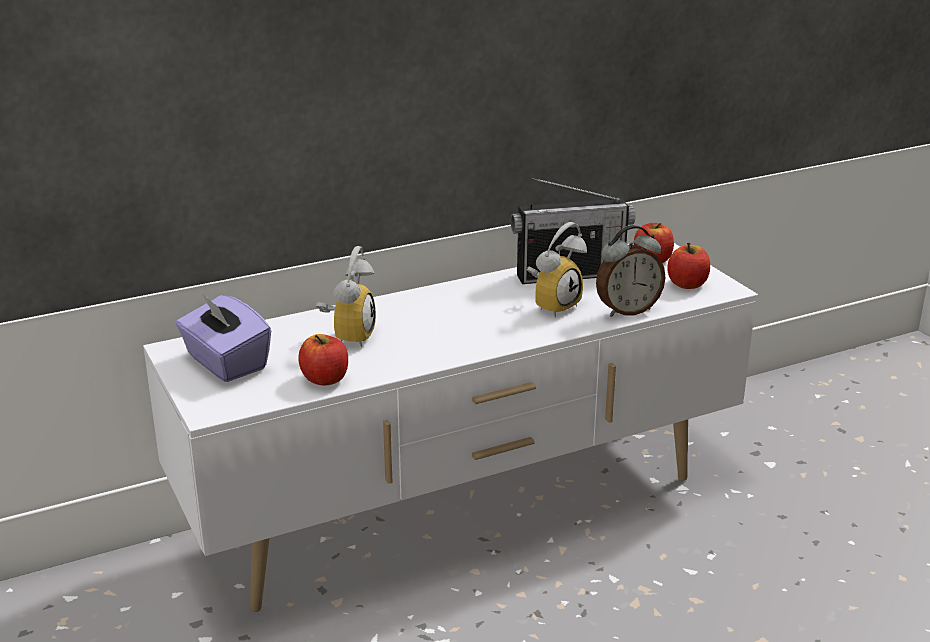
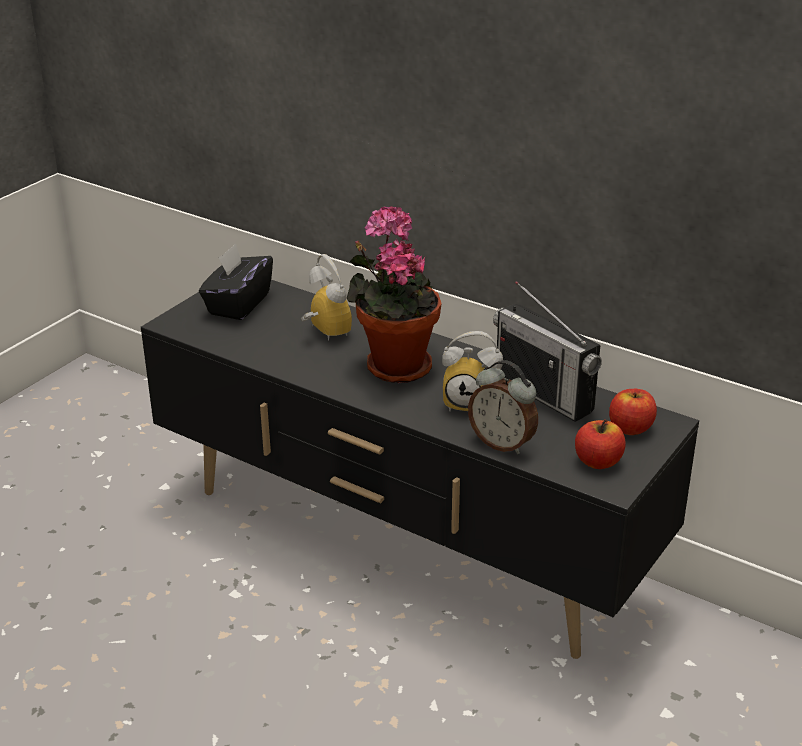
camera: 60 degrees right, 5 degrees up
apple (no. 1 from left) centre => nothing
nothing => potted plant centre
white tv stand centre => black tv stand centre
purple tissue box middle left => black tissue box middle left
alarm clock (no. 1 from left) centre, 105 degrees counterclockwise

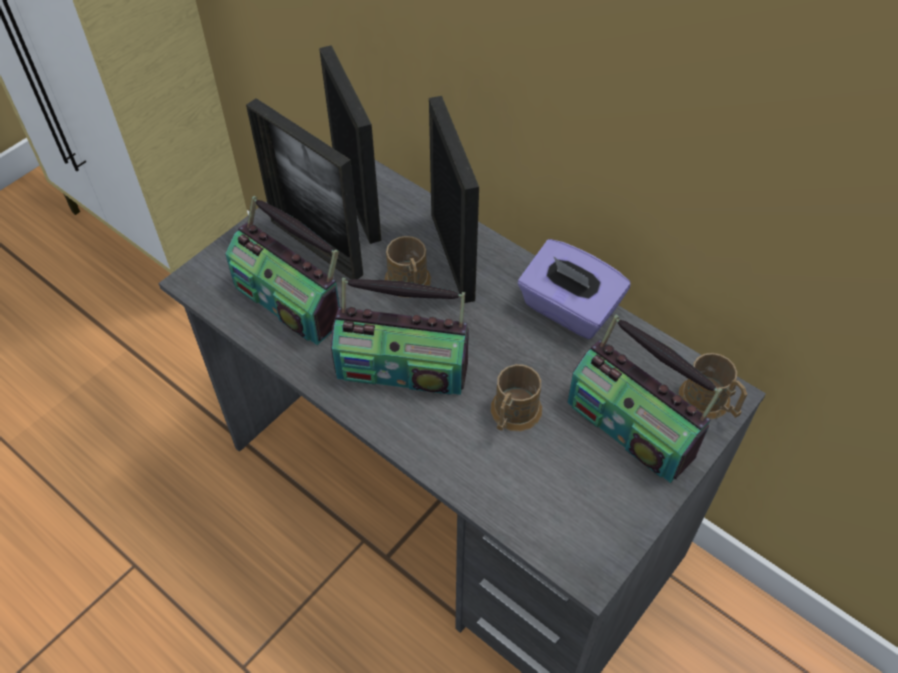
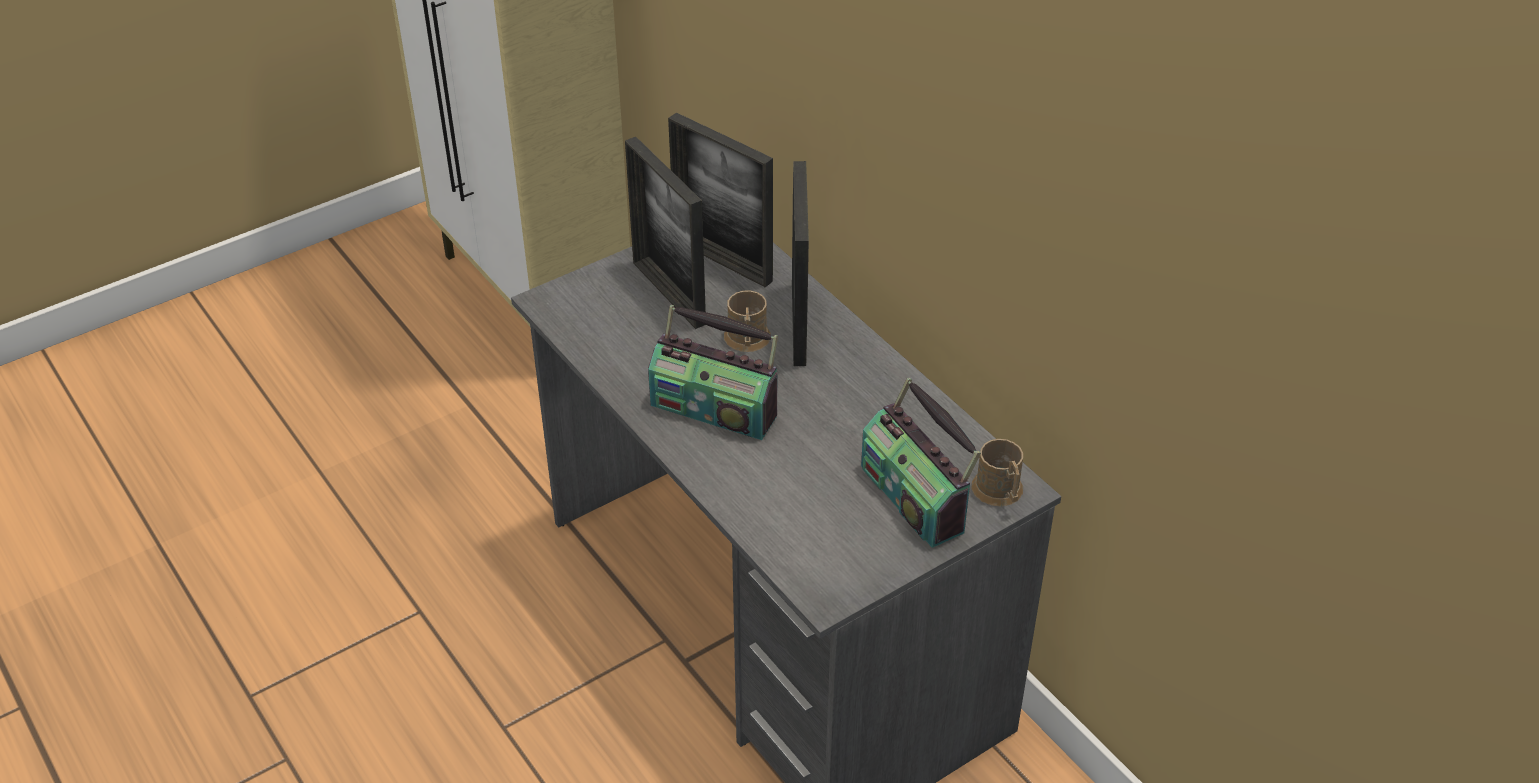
camera: 15 degrees right, 10 degrees down
radio (no. 1 from left) middle left => nothing
brown mug (no. 2 from left) centre => nothing
purple tissue box centre => nothing
picture frame (no. 2 from left) top centre, 135 degrees clockwise

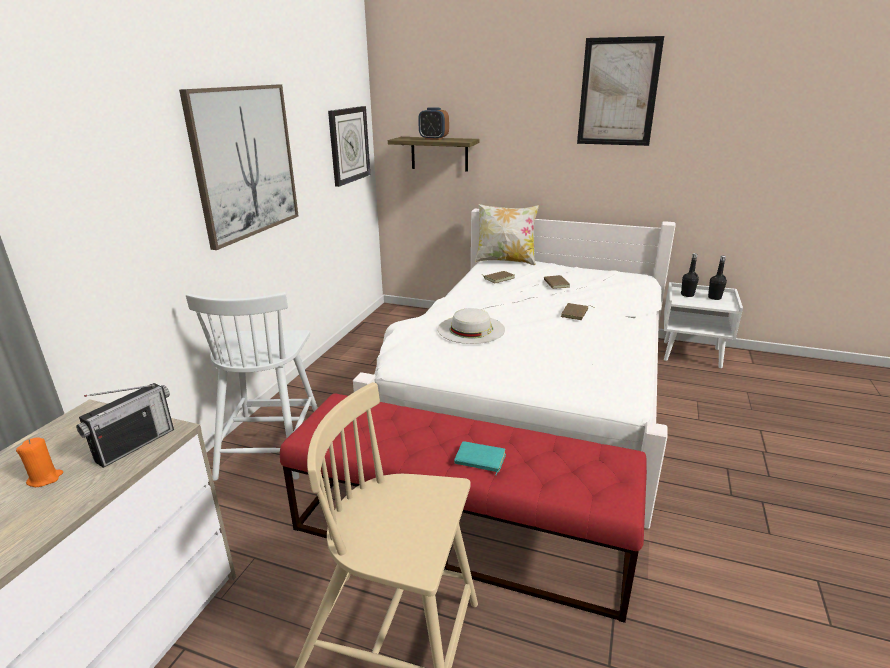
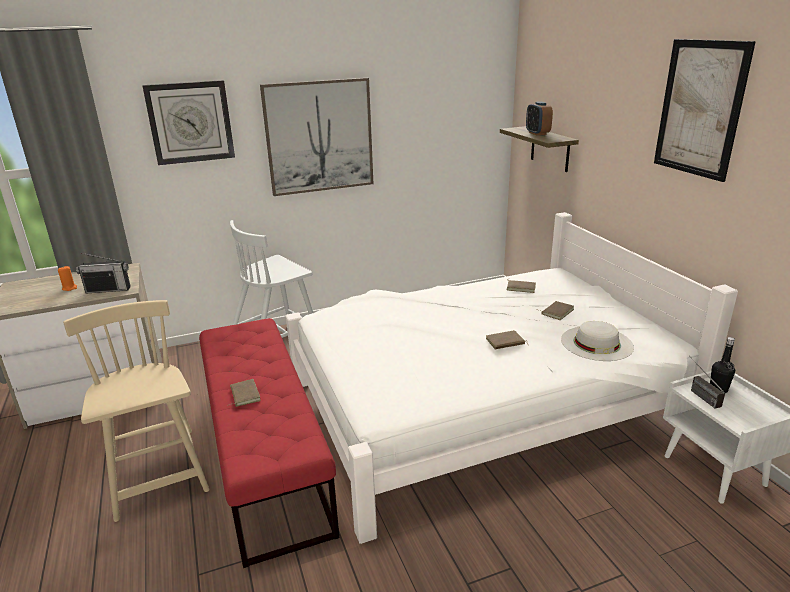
camera: 50 degrees right, 0 degrees up
pillow centre => nothing
black bottle (no. 2 from left) middle right => nothing
nothing => radio (no. 2 from left) middle right
wall clock top centre => wall clock top left, shifted
white hat centre => white hat middle right, shifted
turquoise book bottom centre => brown book (no. 1 from left) middle left

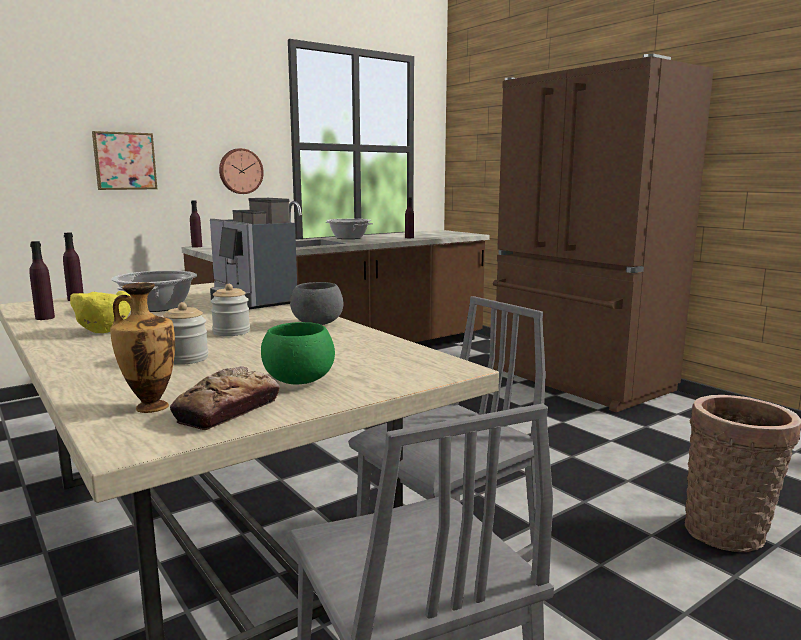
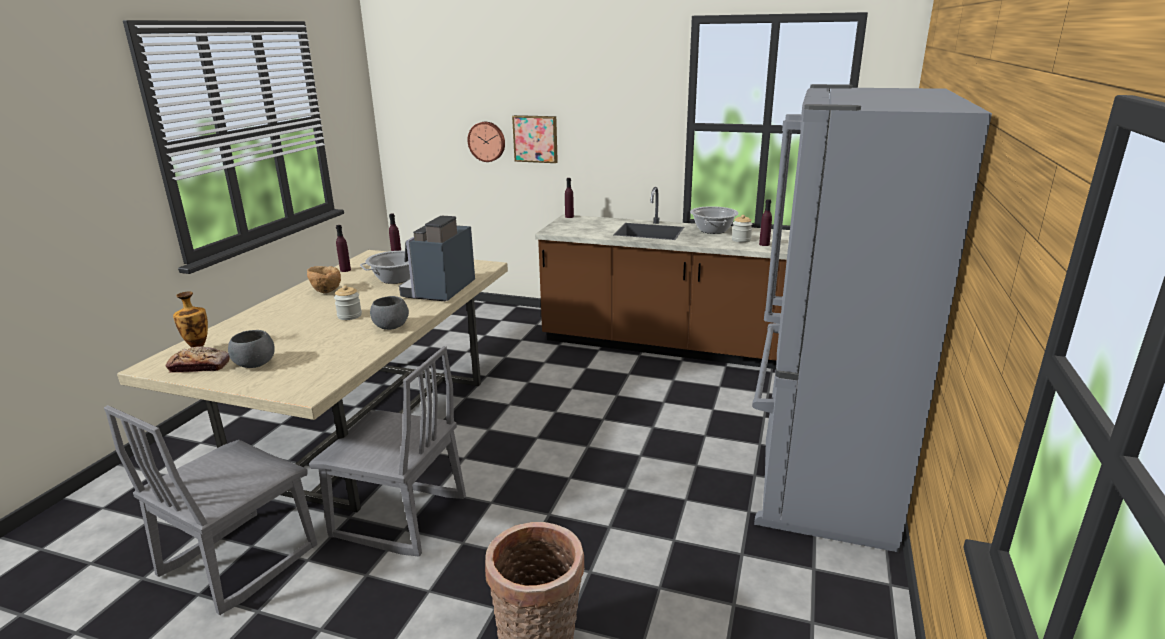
camera: 55 degrees right, 10 degrees up
jar (no. 1 from left in the first image) middle left => jar (no. 2 from left) centre, shifted
wall clock top left => wall clock top centre, shifted
yellow bowl middle left => brown bowl middle left
green bowl centre => grey bowl (no. 1 from left) middle left
brown fridge middle right => grey fridge middle right

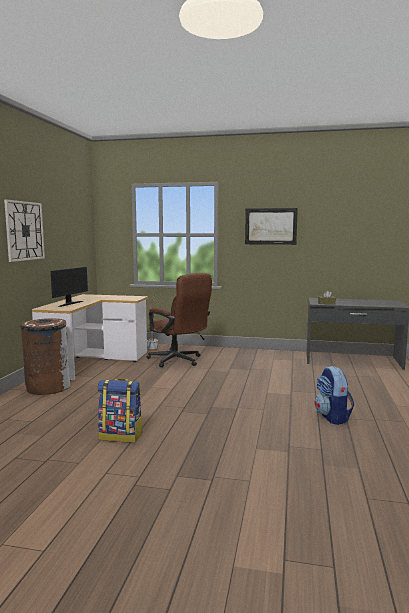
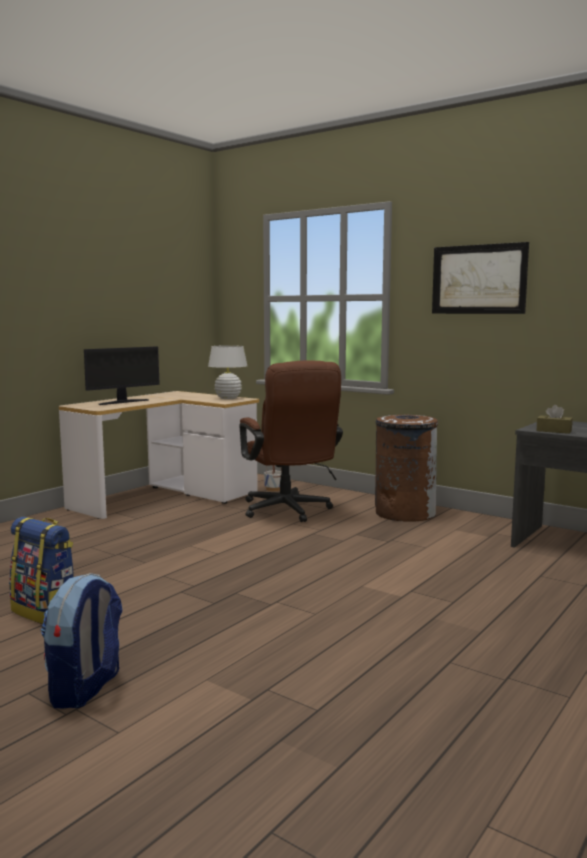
camera: 25 degrees right, 0 degrees up
wall clock middle left => nothing
nothing => white table lamp centre
brown trash can middle left => brown trash can middle right, shifted
backpack (no. 2 from left) middle right => backpack (no. 2 from left) bottom left, shifted

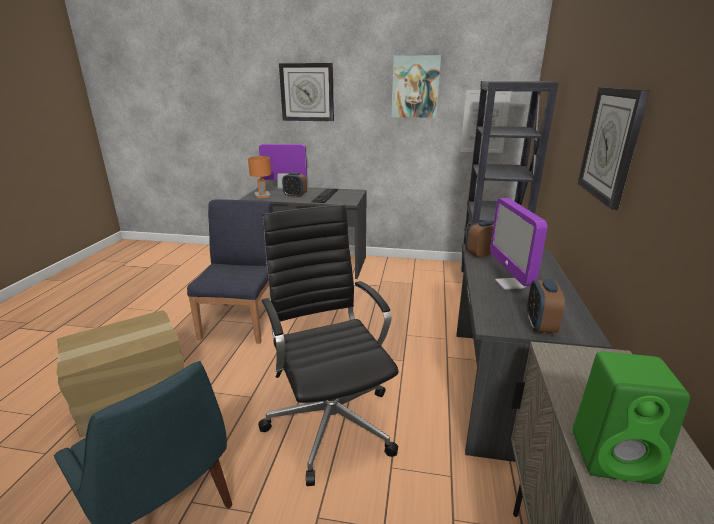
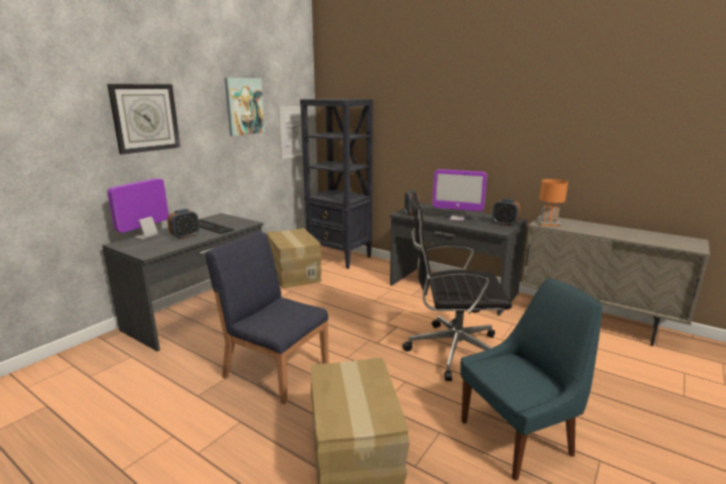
camera: 65 degrees left, 5 degrees down
green speaker bottom right => nothing
wall clock (no. 2 from left) top right => nothing
nothing => cardboard box (no. 1 from left) centre
orange table lamp centre => orange table lamp middle right, shifted

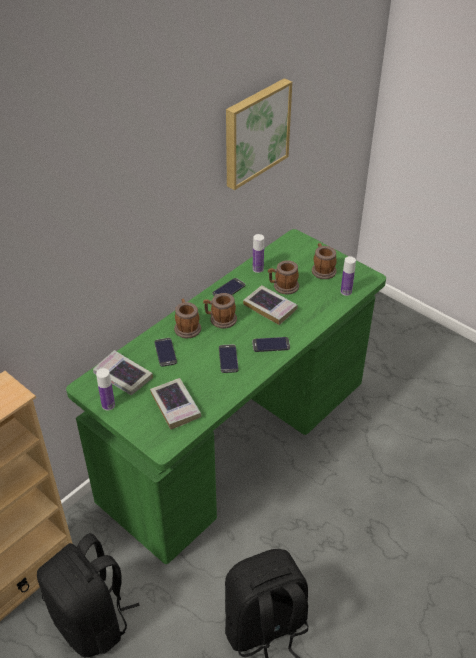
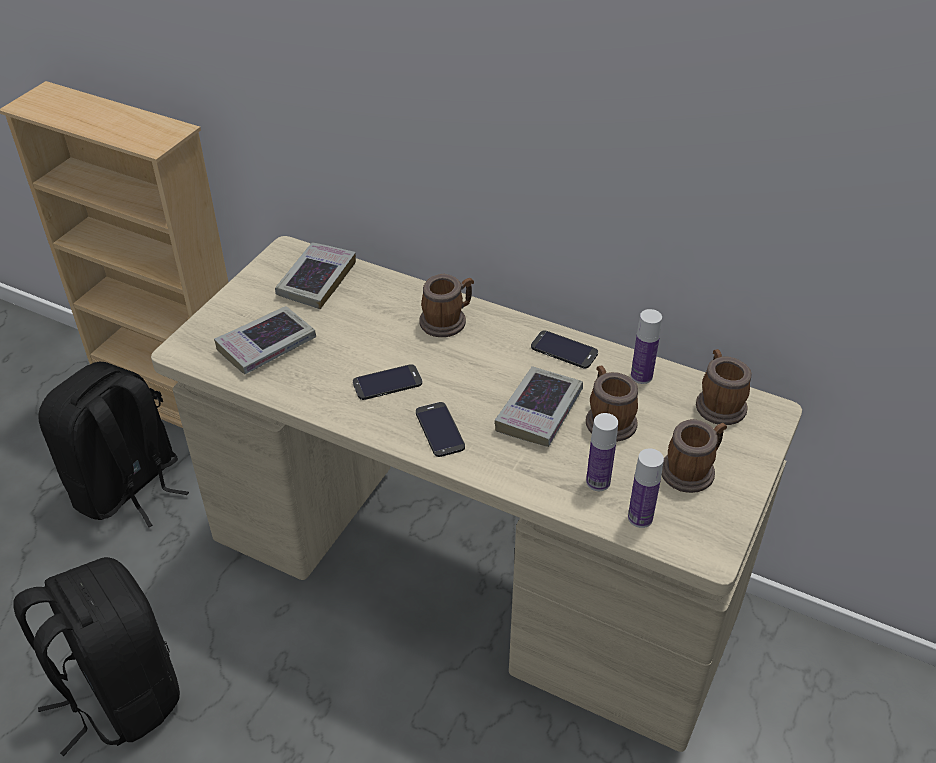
camera: 75 degrees right, 0 degrees up
phone (no. 1 from left) centre => nothing
picture top centre => nothing
bottle (no. 1 from left) middle left => bottle (no. 1 from left) centre, shifted
mug (no. 2 from left in the first image) centre => mug (no. 4 from left) middle right, shifted
green desk centre => beige desk centre

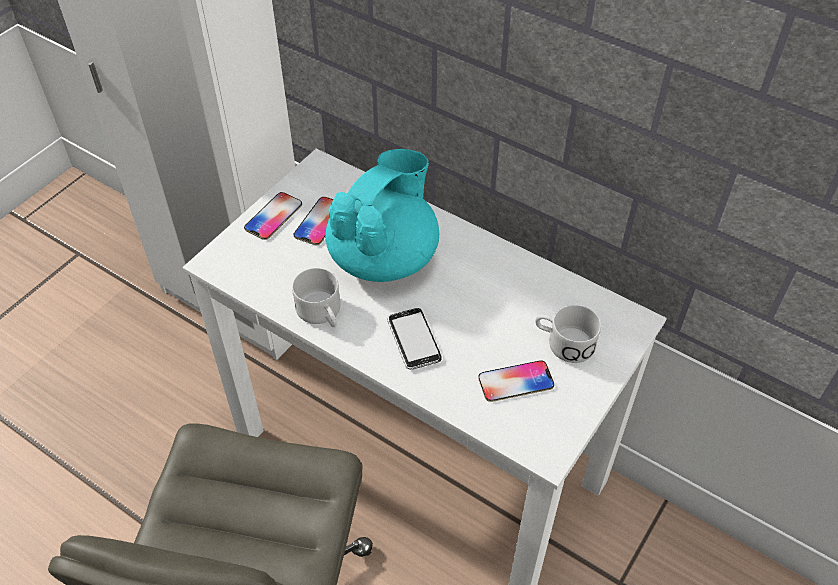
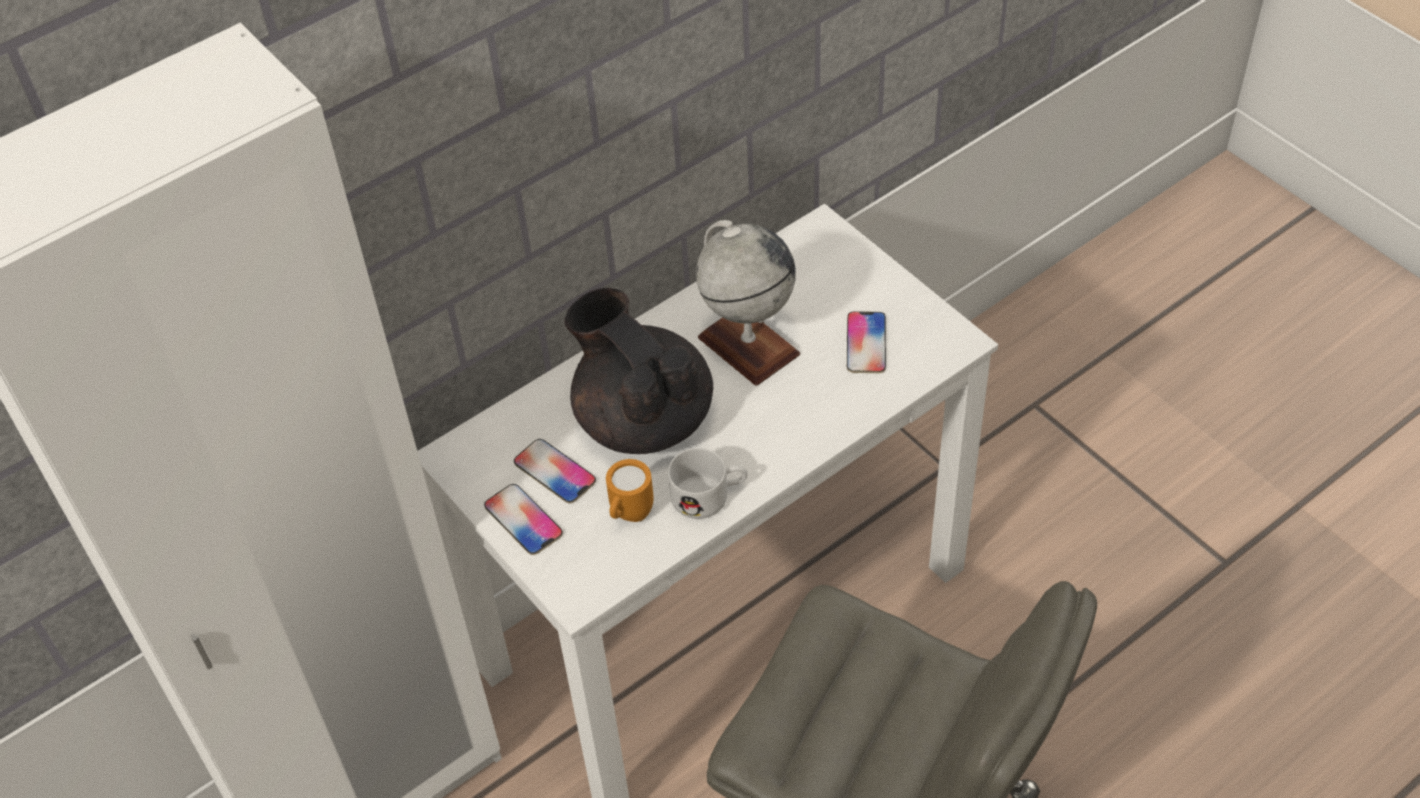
camera: 70 degrees left, 0 degrees up
phone (no. 3 from left) centre => nothing
white mug (no. 2 from left) middle right => nothing
nothing => orange mug centre
nothing => globe centre
turquoise teapot centre => black teapot centre

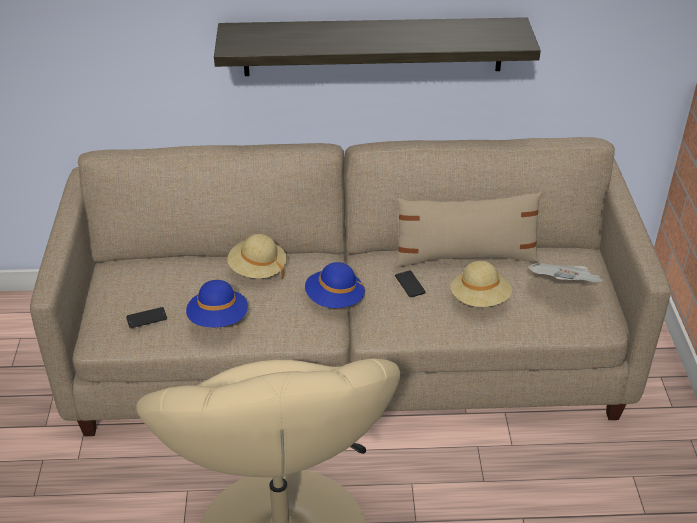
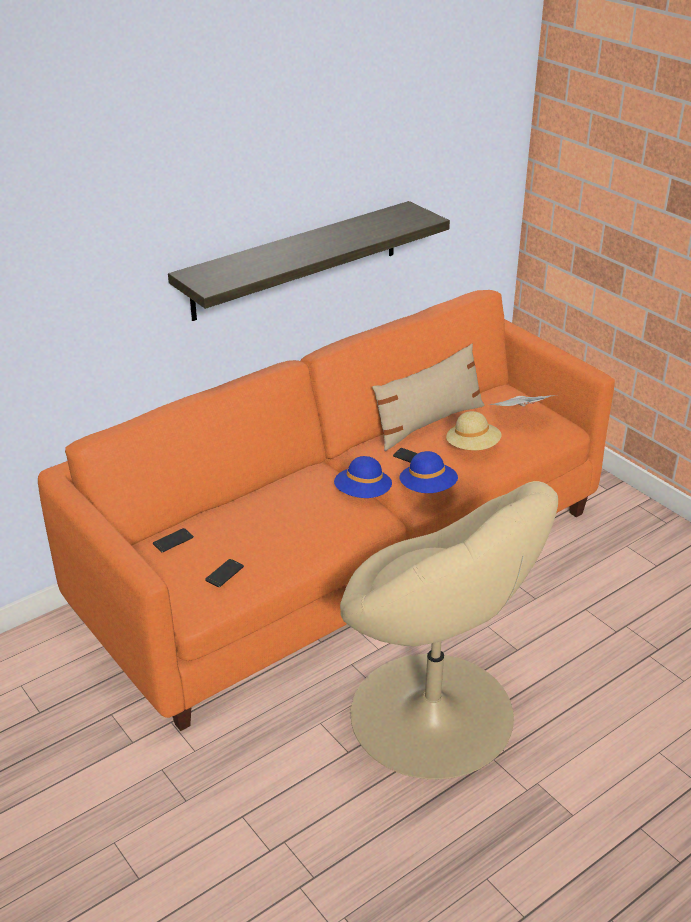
camera: 35 degrees left, 5 degrees down
beige hat (no. 1 from left) centre => nothing
nothing => phone (no. 1 from left) middle left
blue hat (no. 1 from left in the first image) middle left => blue hat (no. 2 from left) centre, shifted
beige sofa centre => orange sofa centre

